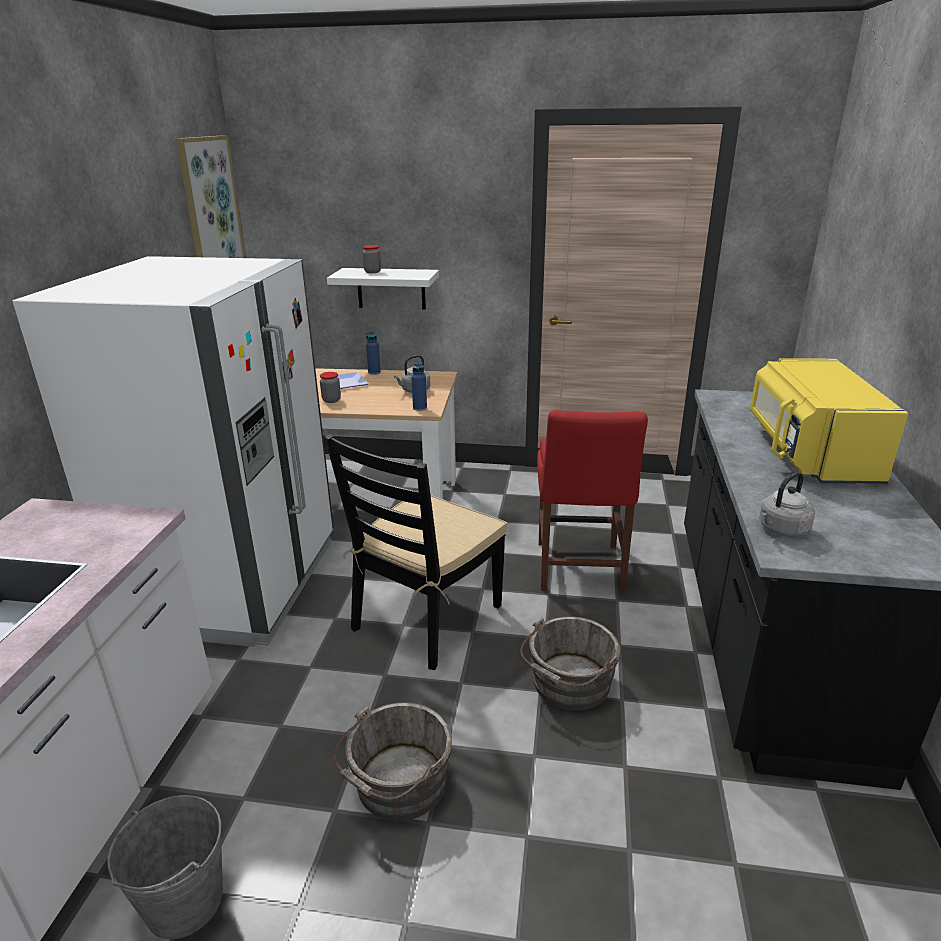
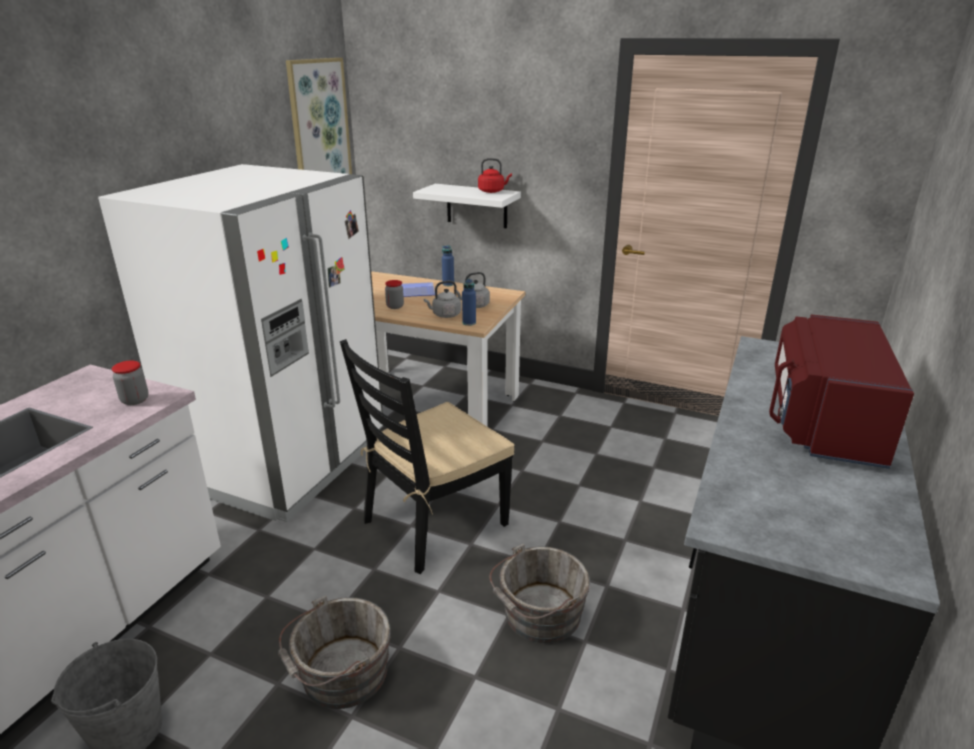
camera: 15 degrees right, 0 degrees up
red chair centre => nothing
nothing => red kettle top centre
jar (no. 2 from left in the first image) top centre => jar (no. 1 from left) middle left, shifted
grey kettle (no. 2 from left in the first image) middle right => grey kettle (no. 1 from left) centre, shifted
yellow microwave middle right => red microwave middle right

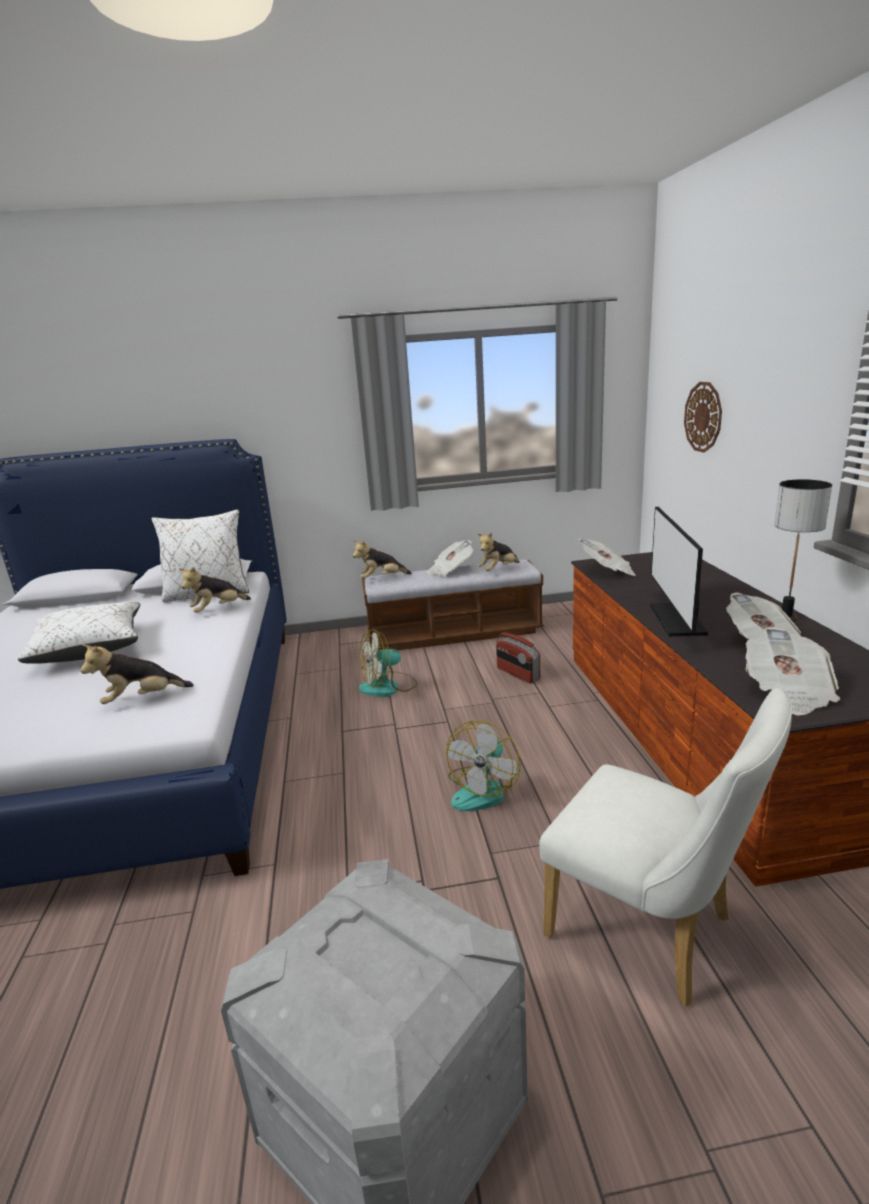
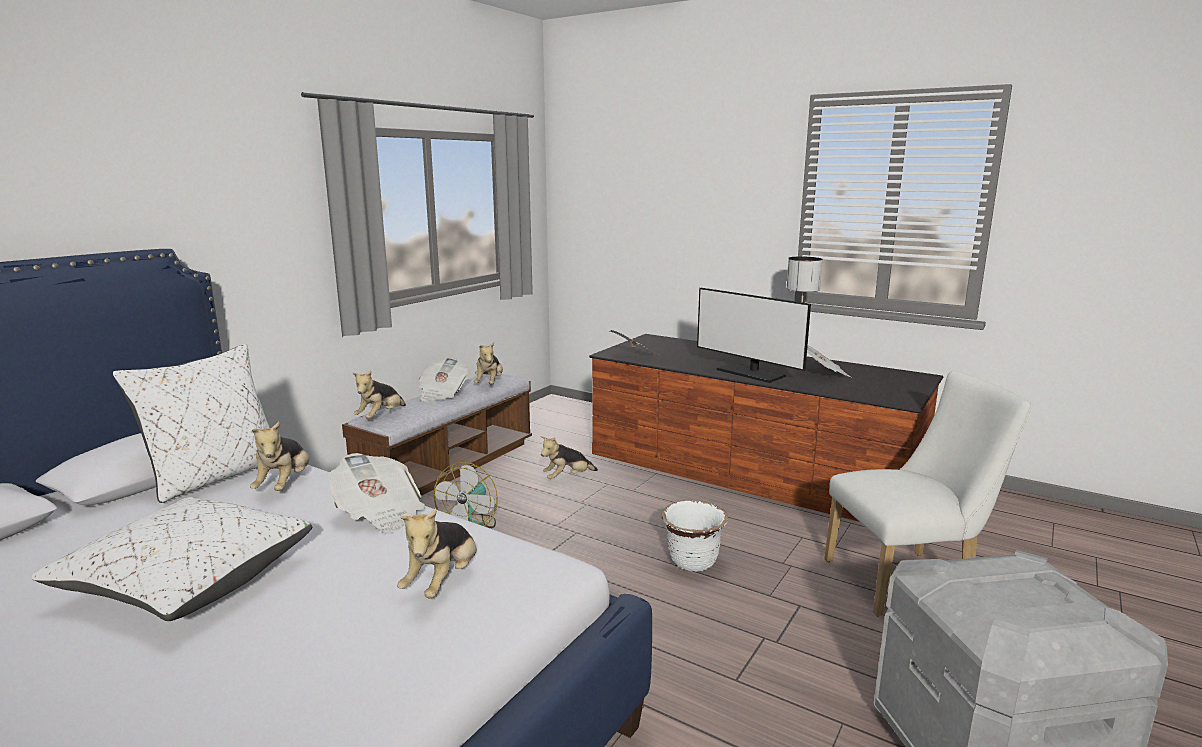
camera: 50 degrees left, 5 degrees down
wall clock middle right => nothing
newspaper (no. 4 from left in the first image) middle right => newspaper (no. 1 from left) middle left, shifted
fan (no. 2 from left) centre => white planter bottom centre
radio centre => plush toy (no. 5 from left) centre

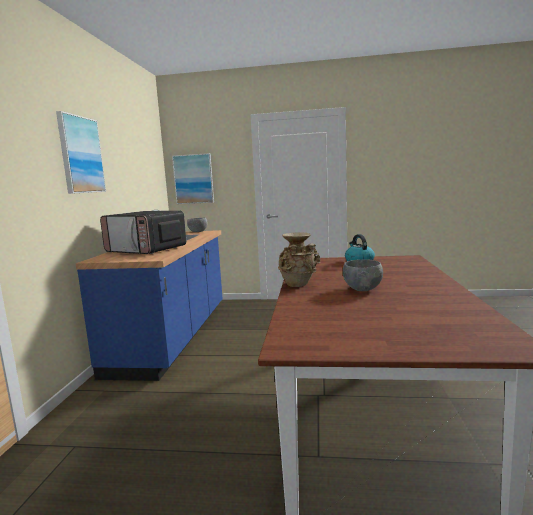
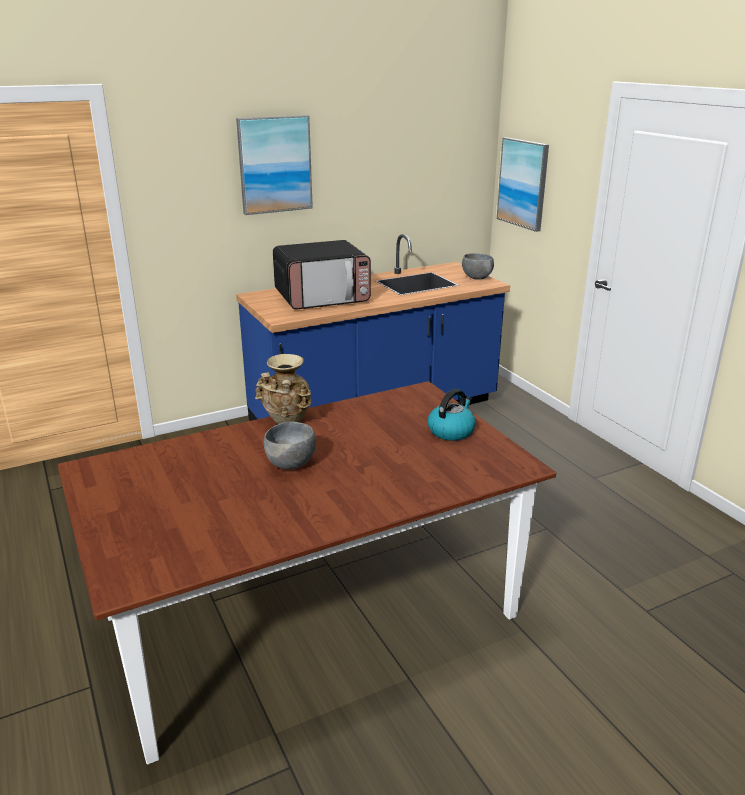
camera: 55 degrees right, 15 degrees up
microwave middle left => microwave centre, 105 degrees counterclockwise

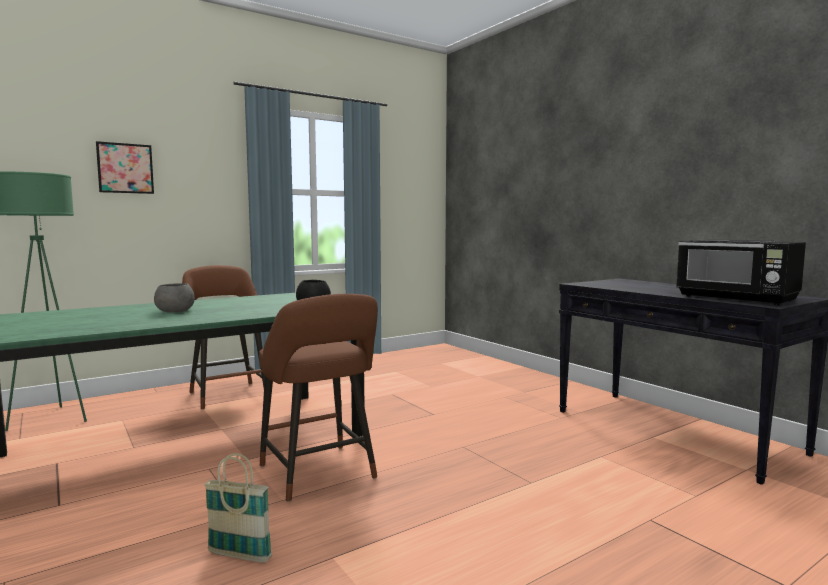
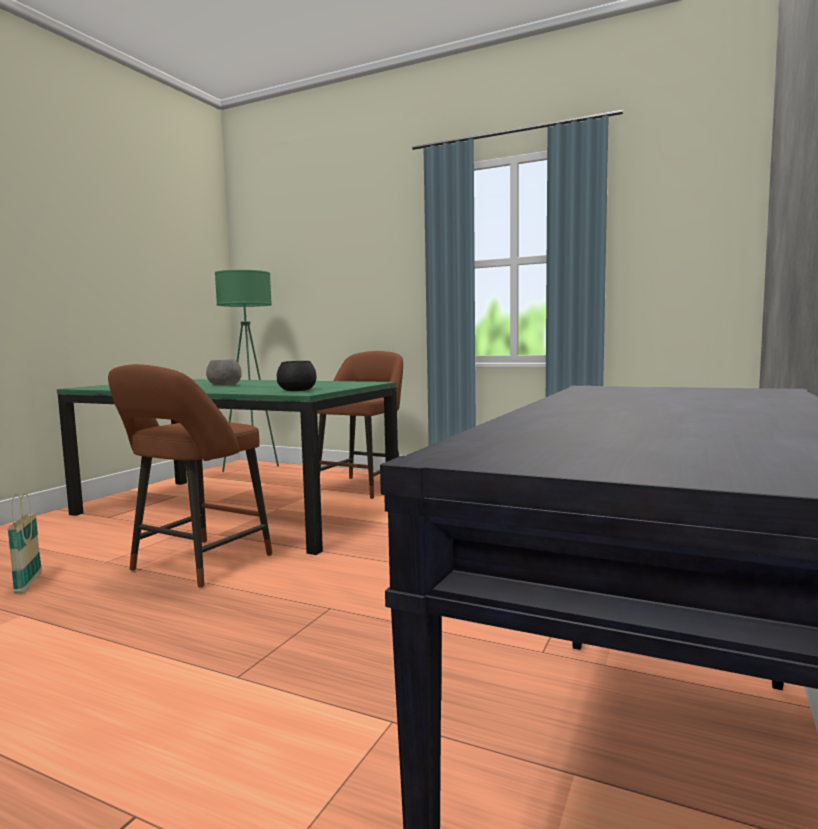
camera: 60 degrees right, 0 degrees up
picture top left => nothing
black microwave middle right => nothing

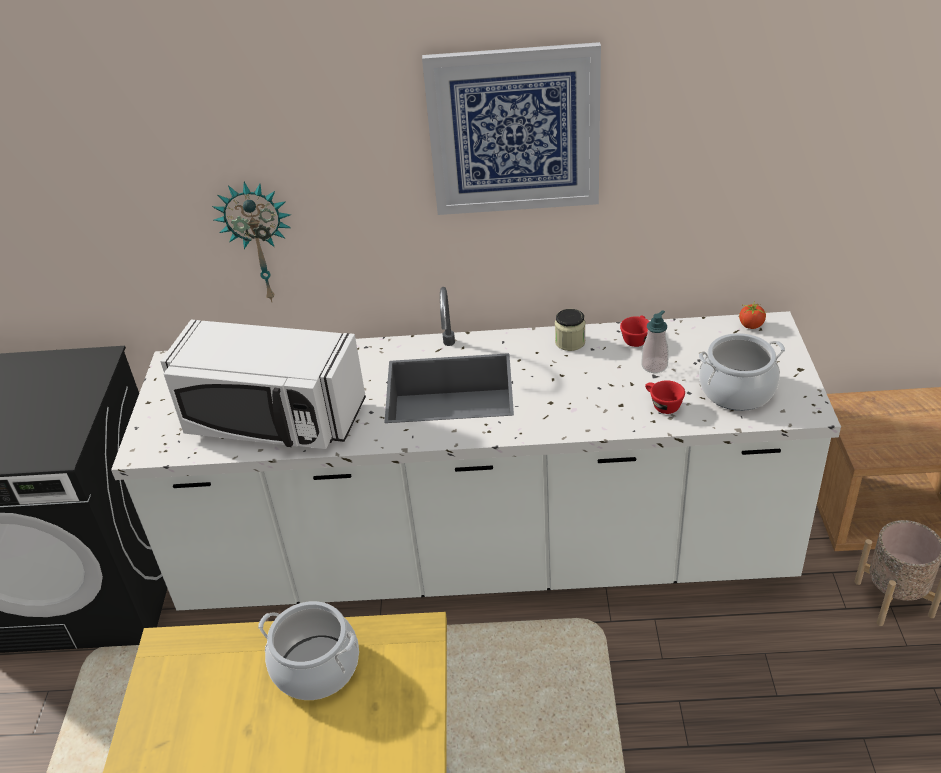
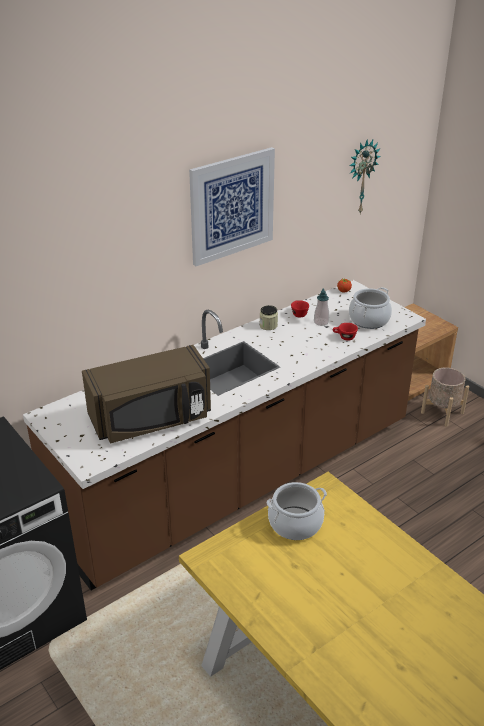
camera: 40 degrees left, 5 degrees down
wall clock top left => wall clock top right, shifted
white counter centre => brown counter centre
white microwave middle left => brown microwave middle left

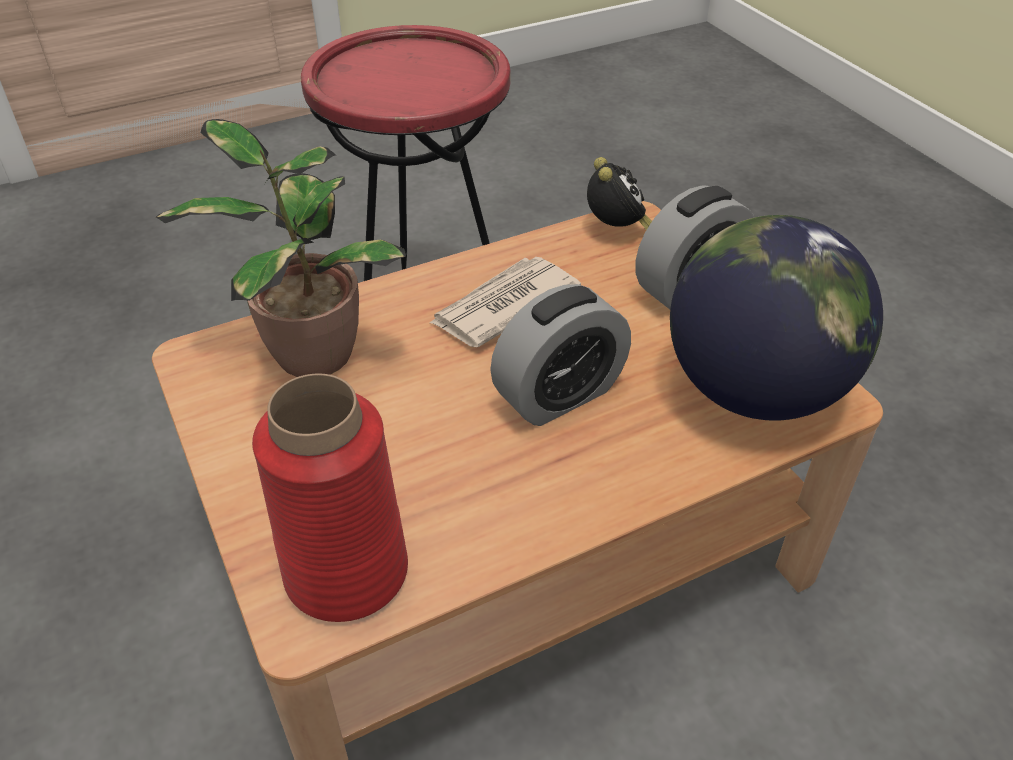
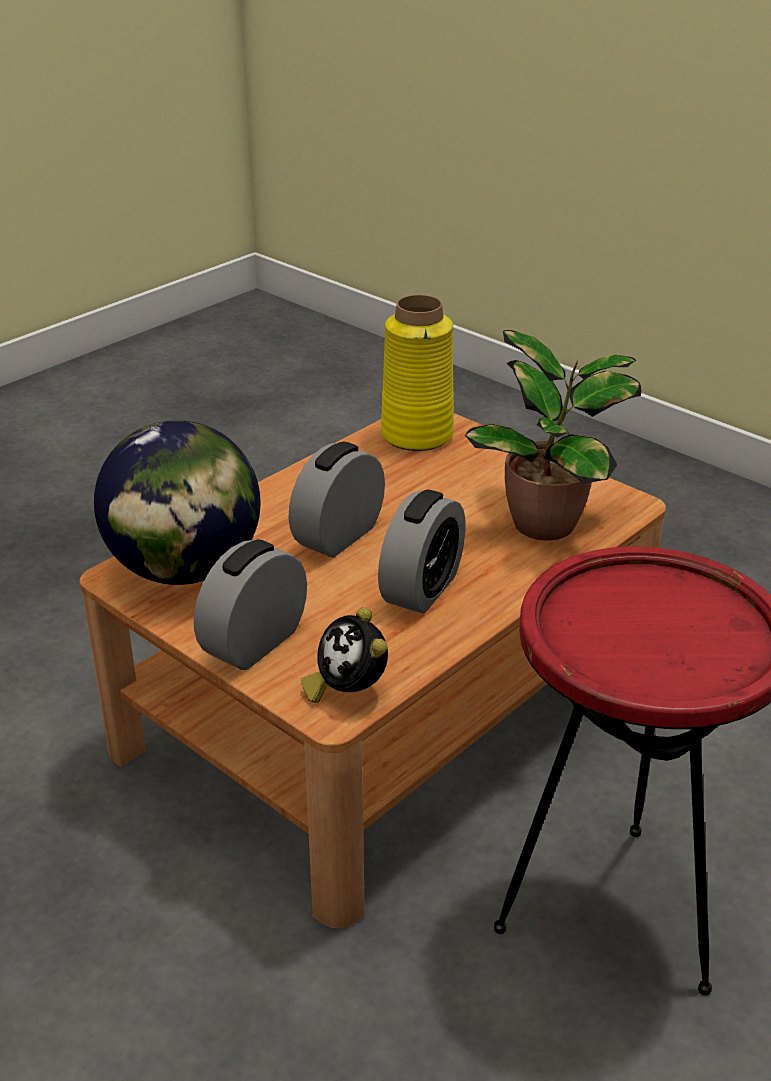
camera: 160 degrees right, 10 degrees down
newspaper centre => alarm clock (no. 4 from left) centre
red vase middle left => yellow vase centre

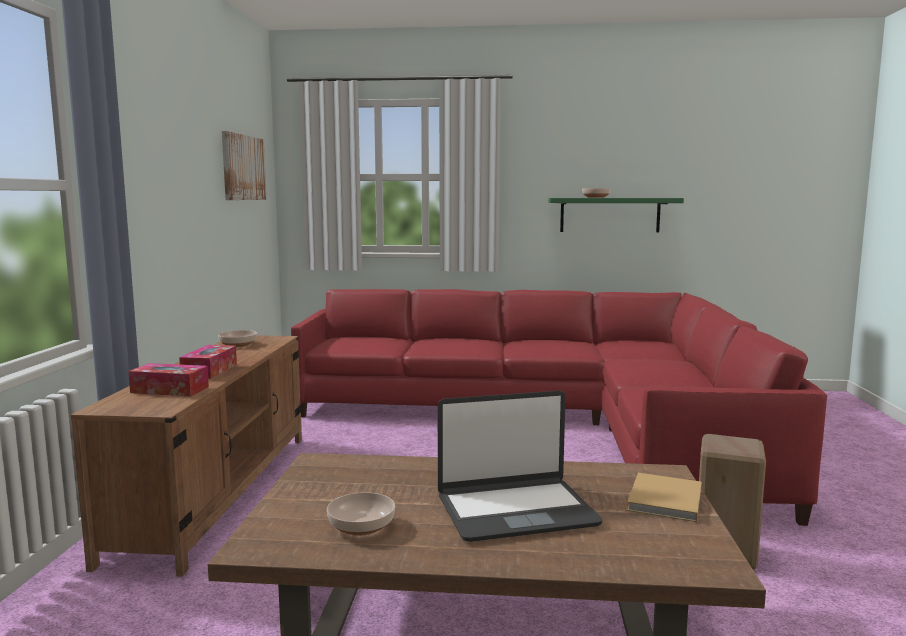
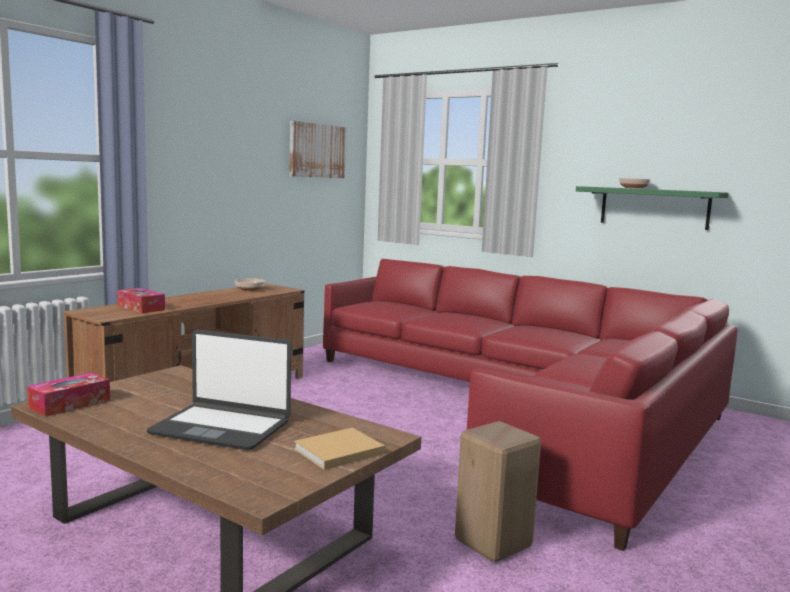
camera: 30 degrees right, 0 degrees up
bowl (no. 2 from left) bottom centre => nothing
tissue box (no. 2 from left in the first image) middle left => tissue box (no. 1 from left) bottom left, shifted

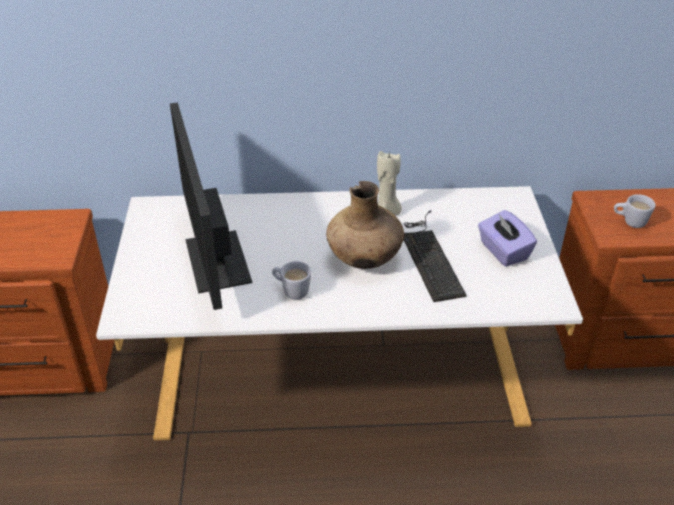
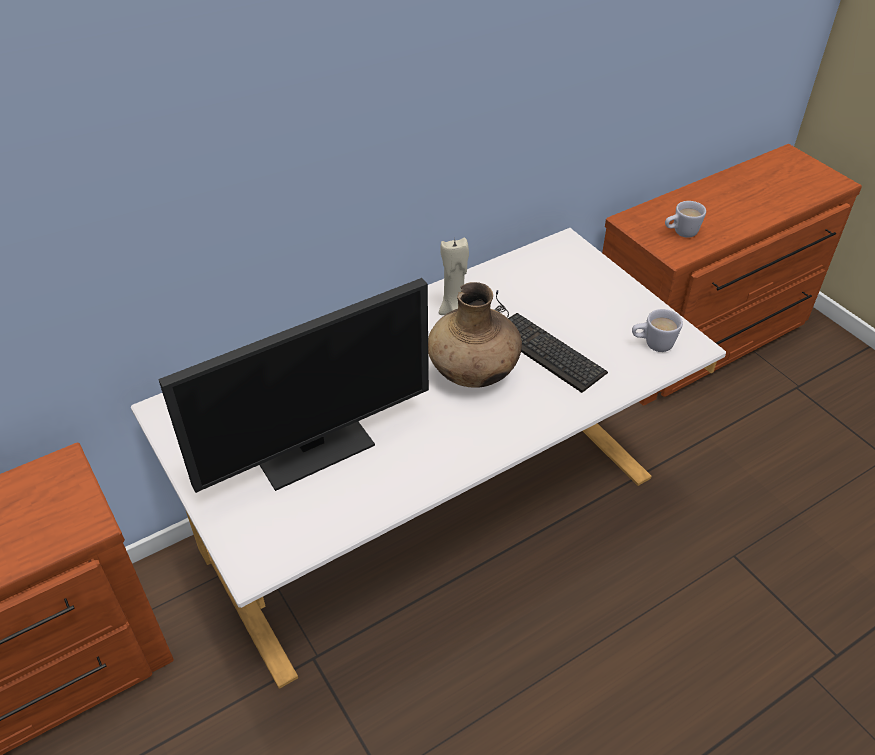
camera: 30 degrees left, 5 degrees up
purple tissue box middle right => nothing
white mug (no. 1 from left) centre => white mug (no. 1 from left) middle right, shifted
monitor middle left => monitor centre, 75 degrees counterclockwise

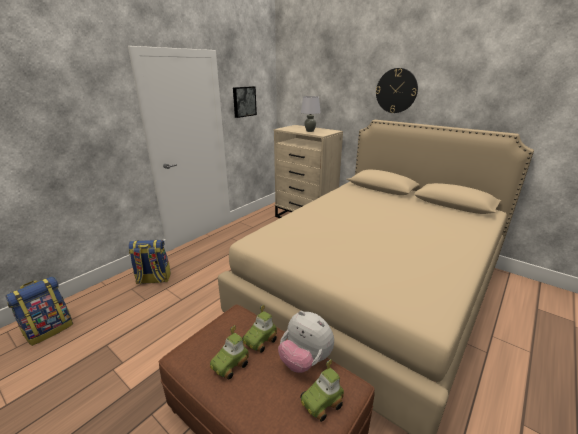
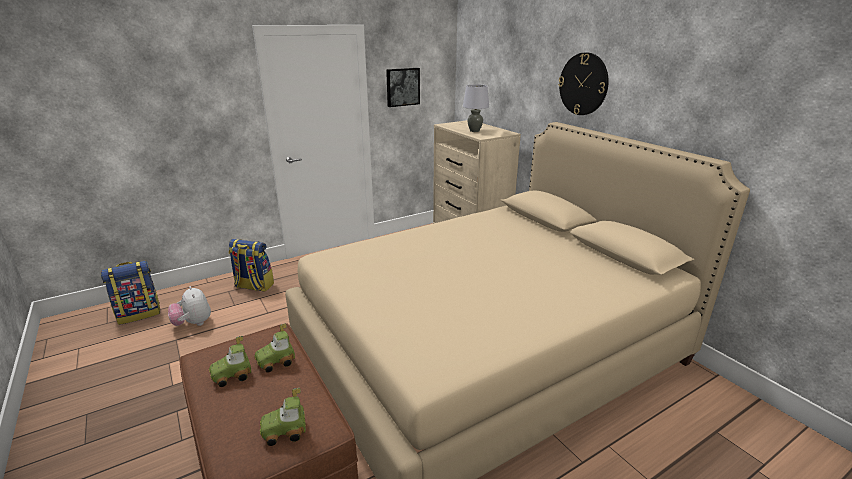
camera: 20 degrees right, 0 degrees up
plush toy bottom centre => plush toy middle left, shifted

